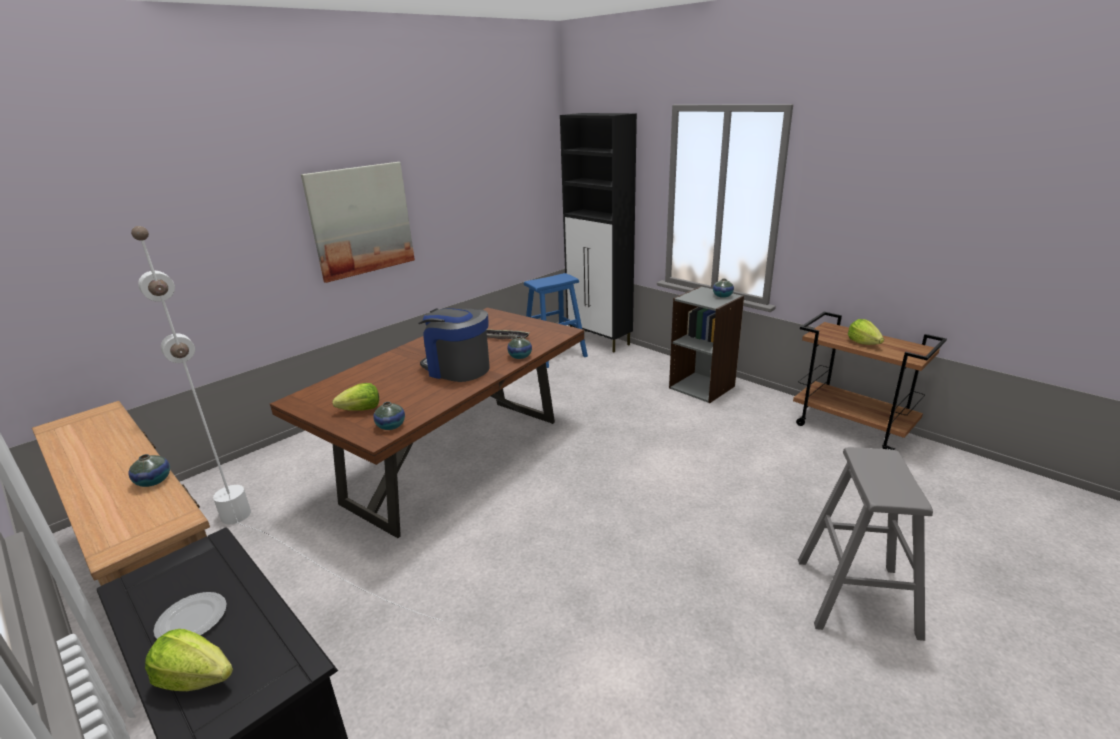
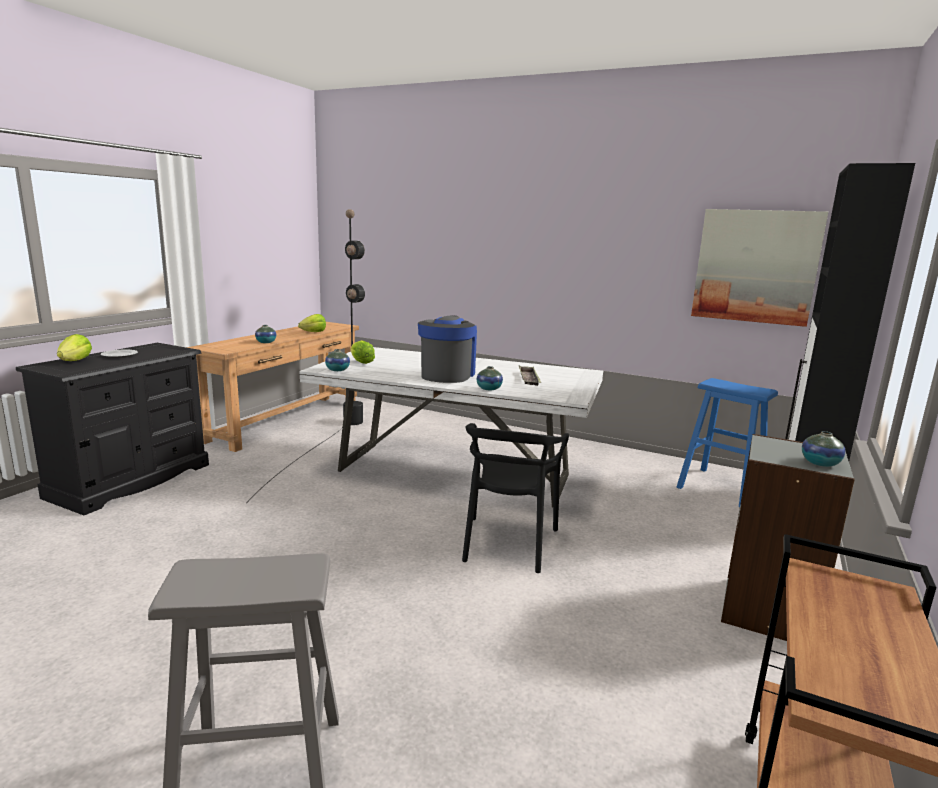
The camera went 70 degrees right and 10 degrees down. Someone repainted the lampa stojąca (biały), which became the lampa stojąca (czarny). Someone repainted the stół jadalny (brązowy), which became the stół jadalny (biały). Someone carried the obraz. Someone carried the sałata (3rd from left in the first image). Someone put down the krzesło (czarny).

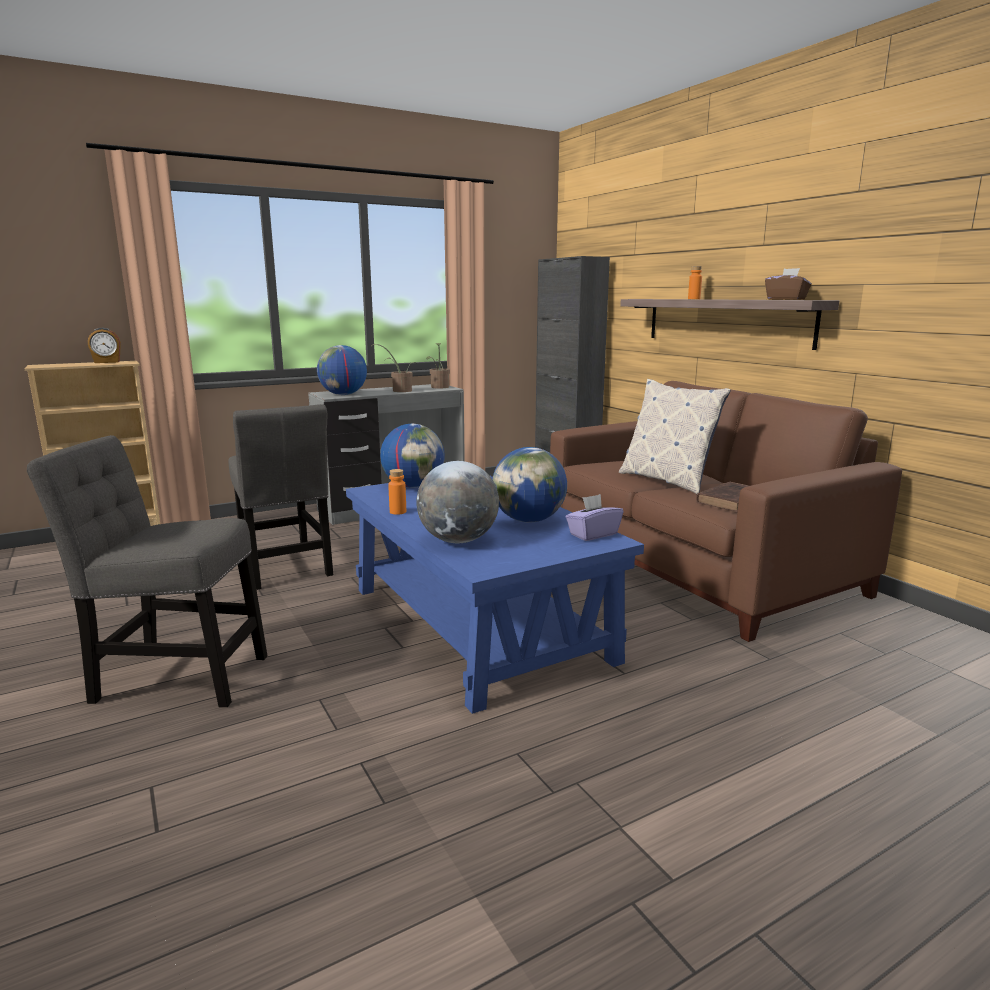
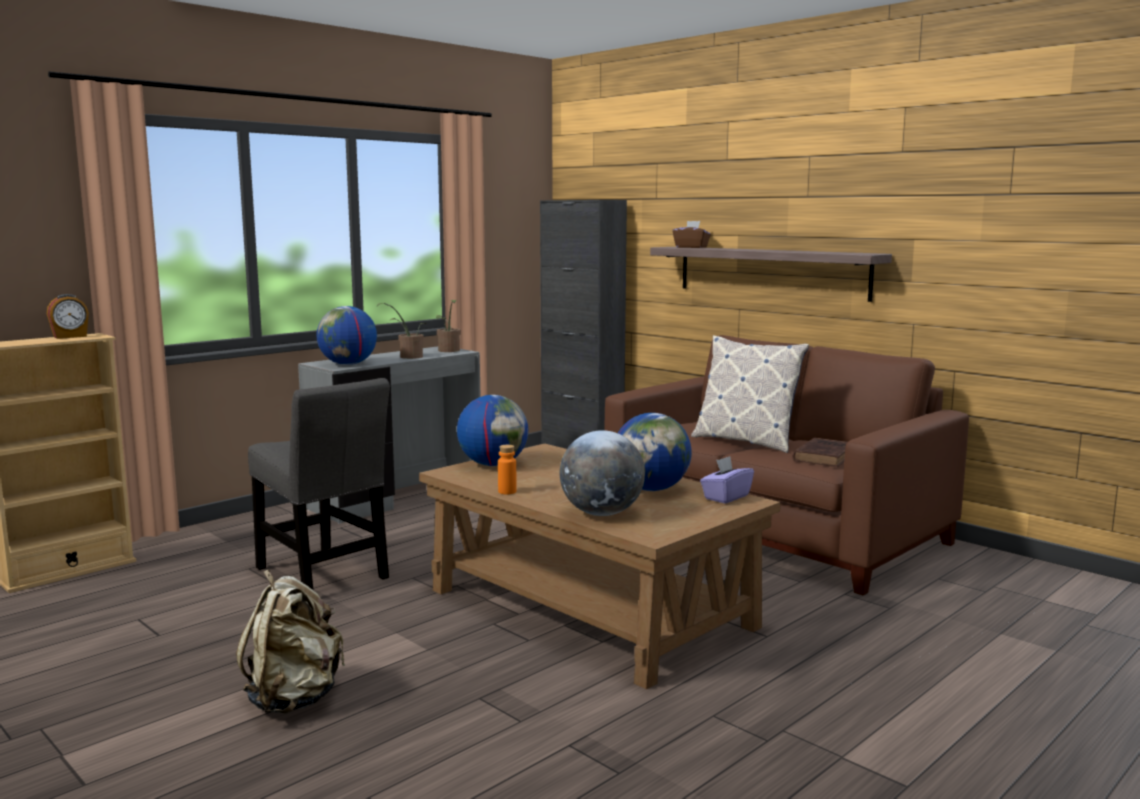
The camera went 15 degrees left and 5 degrees down. Someone swapped the krzesło (szary) (1st from left) for the plecak (beżowy). Someone repainted the ława (niebieski), which became the ława (brązowy). Someone took away the butelka (pomarańczowy) (2nd from left). Someone carried the pudełko chusteczek (brązowy).

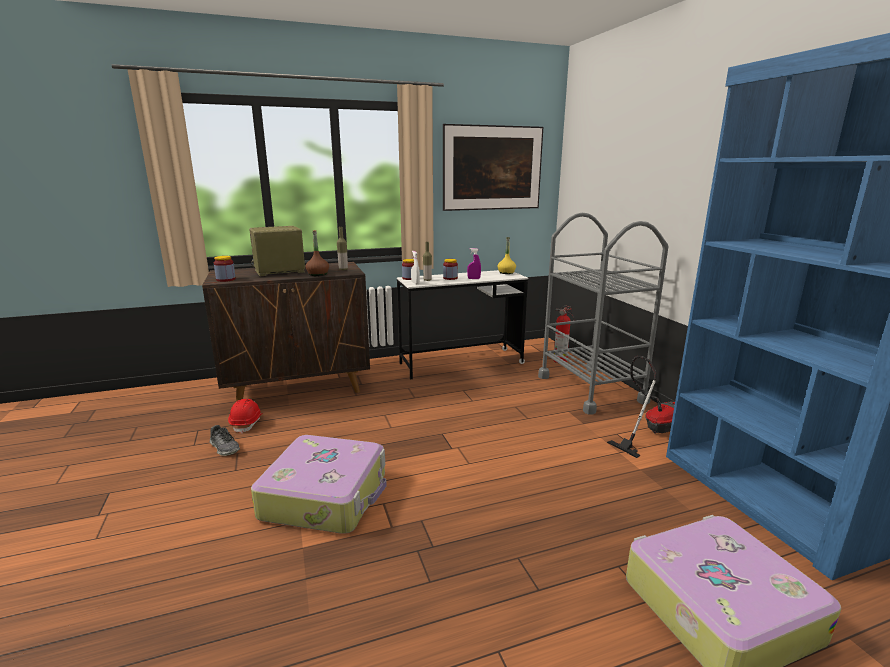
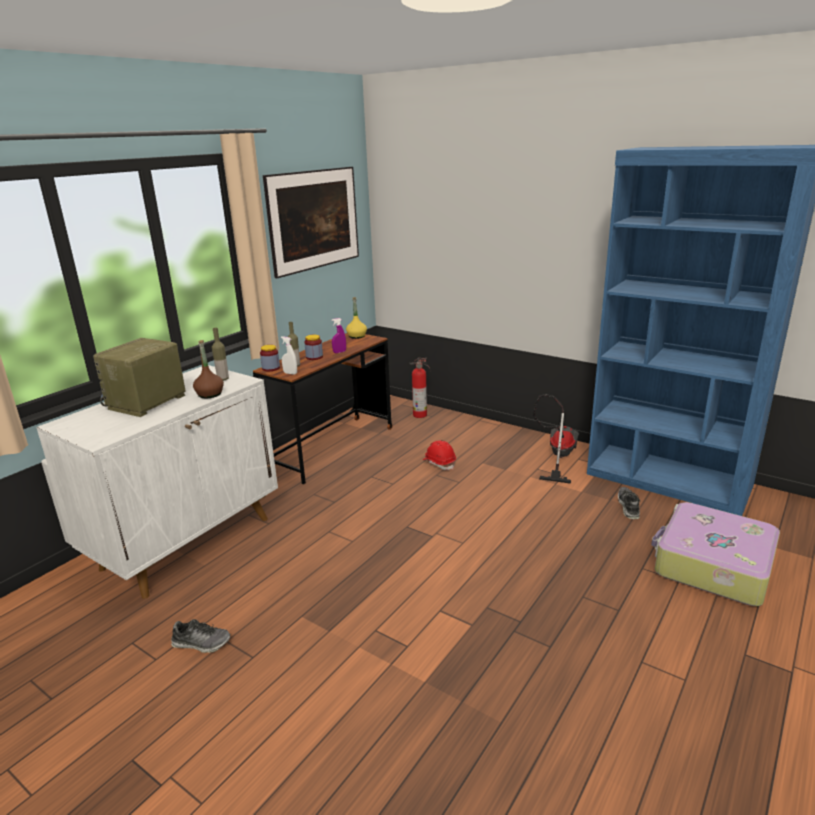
The camera went 35 degrees left and 5 degrees up. Someone repainted the szafka (brązowy), which became the szafka (biały). Someone took away the słoik (1st from left). Someone carried the kask (czerwony). Someone took away the walizka (1st from left). Someone repainted the biurko (biały), which became the biurko (brązowy). Someone took away the wózek (szary). Someone put down the but (2nd from left).

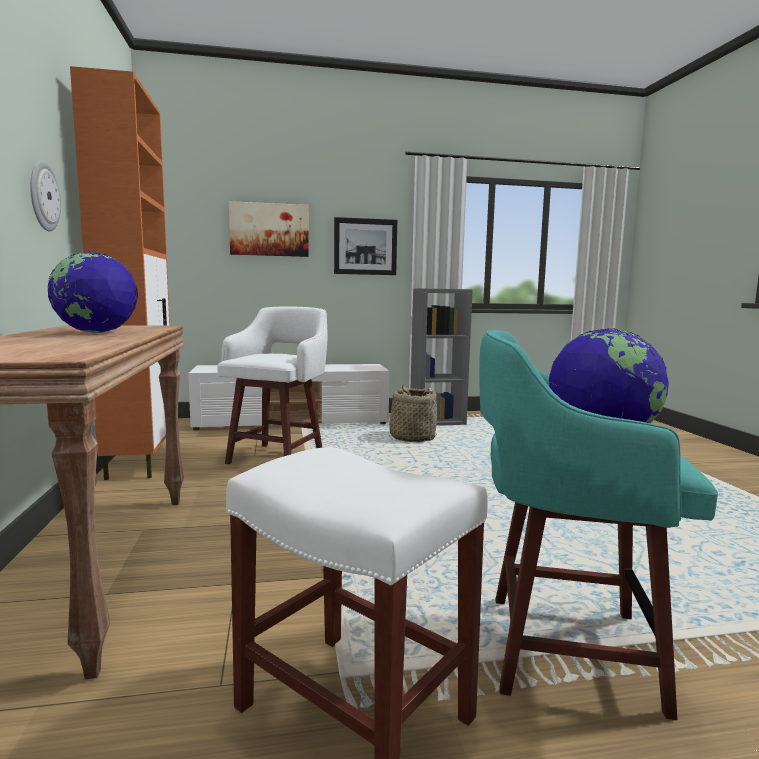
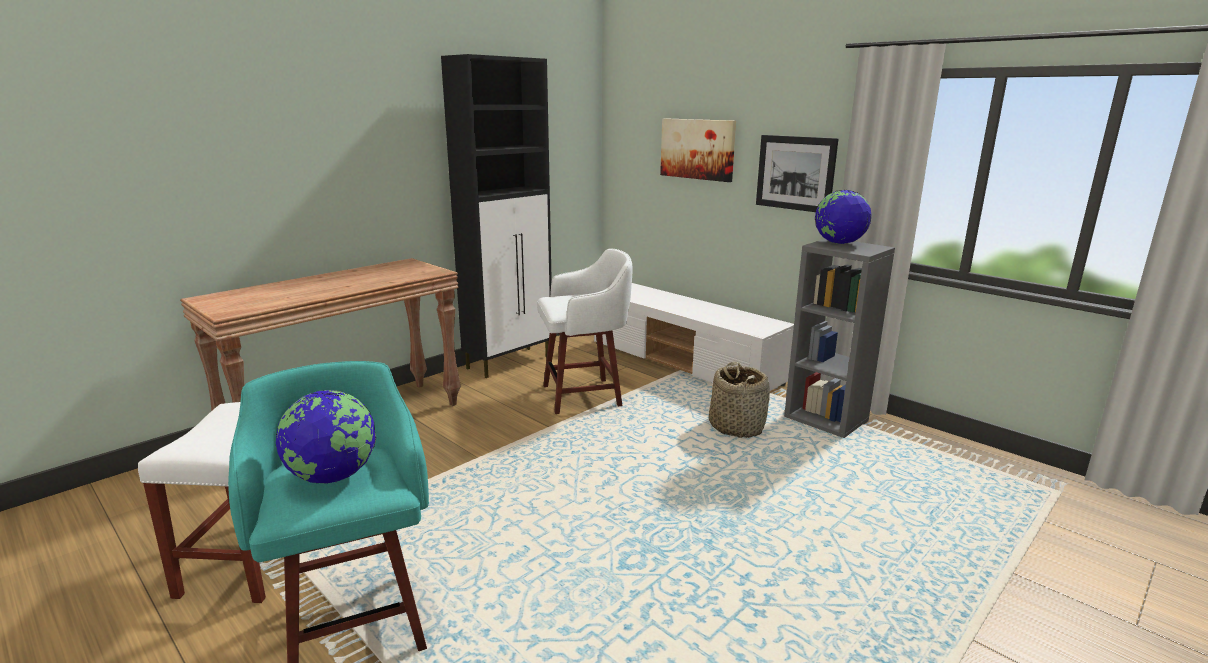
The camera went 55 degrees right and 10 degrees up. Someone took away the zegar ścienny. Someone carried the globus (1st from left in the first image). Someone repainted the szafka (pomarańczowy), which became the szafka (czarny).

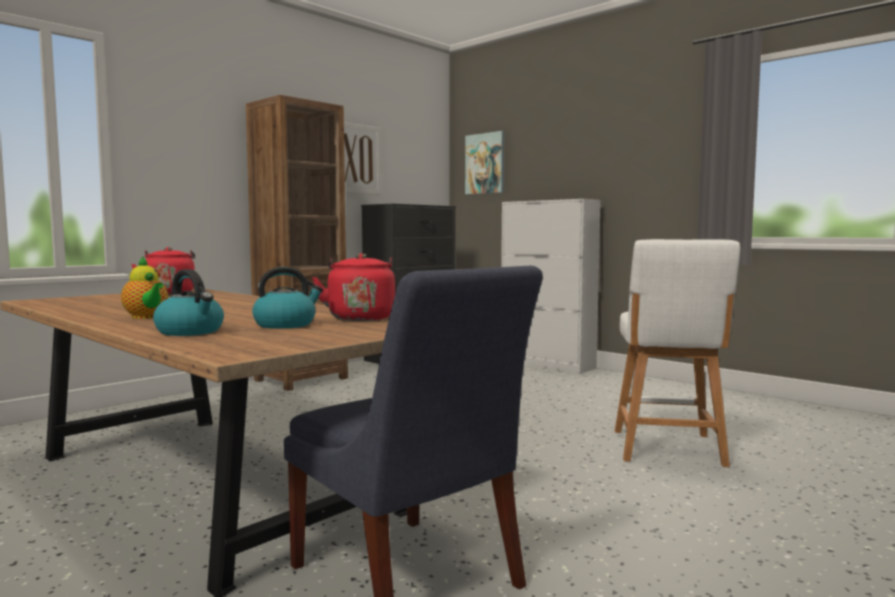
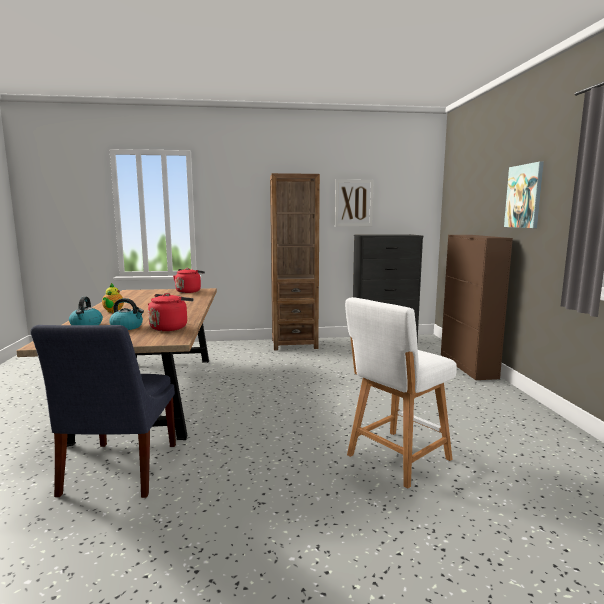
The camera went 40 degrees right and 5 degrees up. Someone carried the obraz (2nd from left). Someone repainted the szafka (biały), which became the szafka (brązowy).

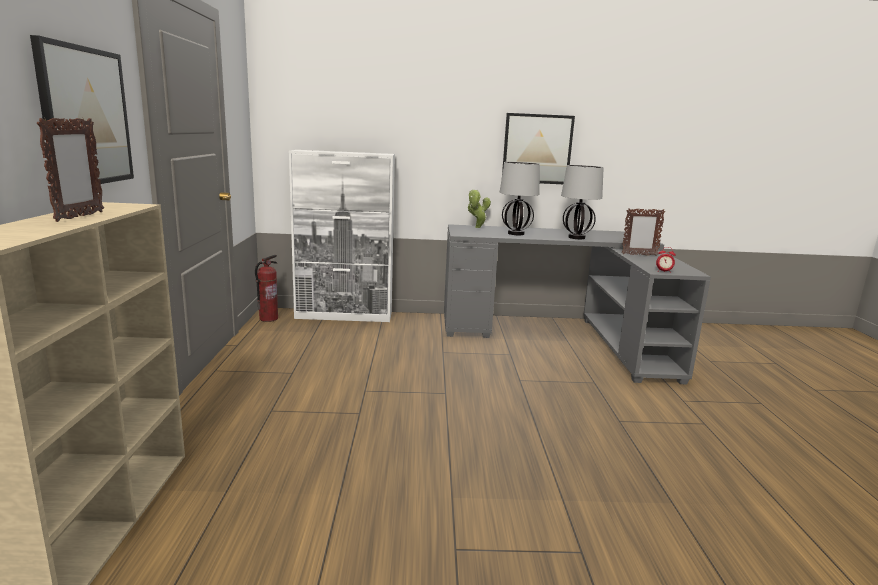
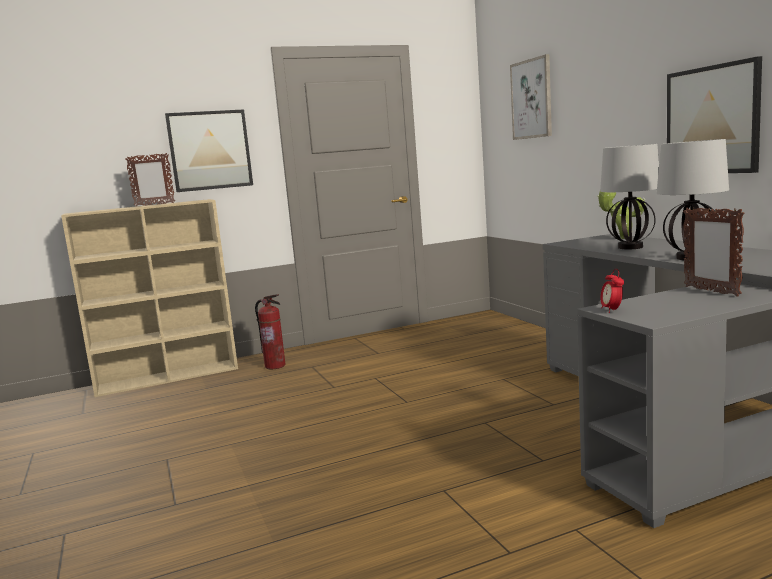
The camera went 70 degrees right and 5 degrees down. Someone carried the gaśnica. Someone took away the szafka (biały). Someone put up the obraz (2nd from left).

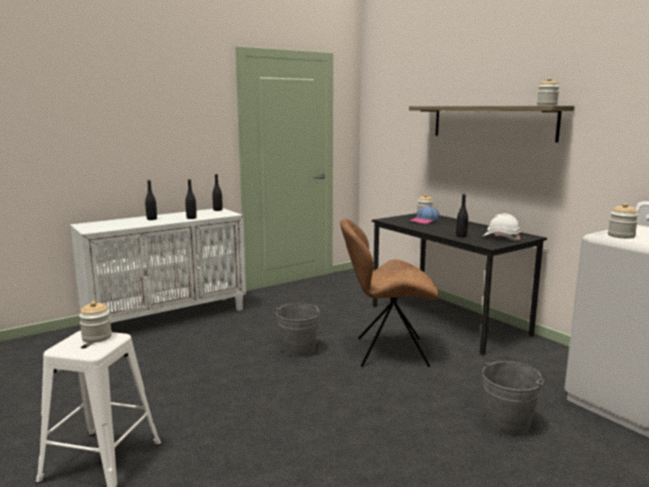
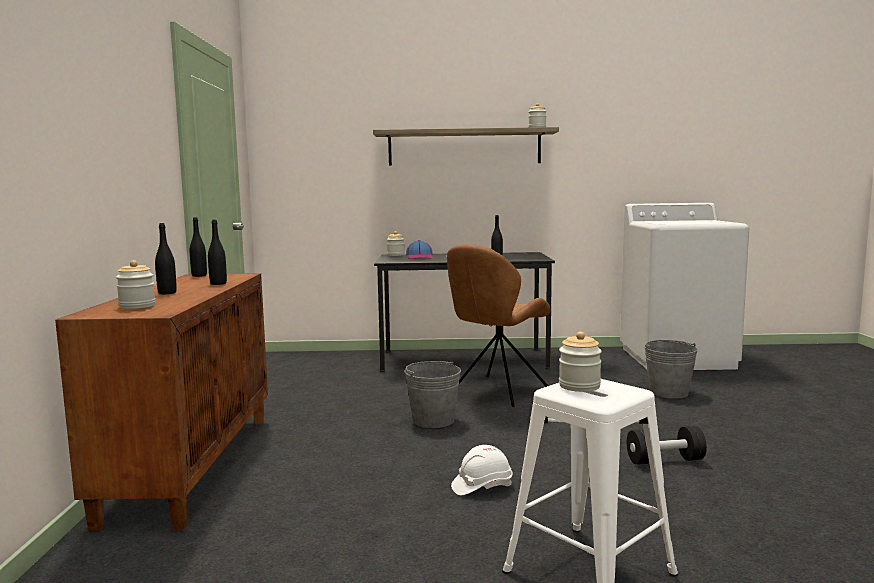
The camera went 55 degrees left and 5 degrees down. Someone repainted the szafka (biały), which became the szafka (brązowy). Someone carried the kask (biały). Someone carried the słoik (4th from left in the first image). Someone put down the hantel (czarny).

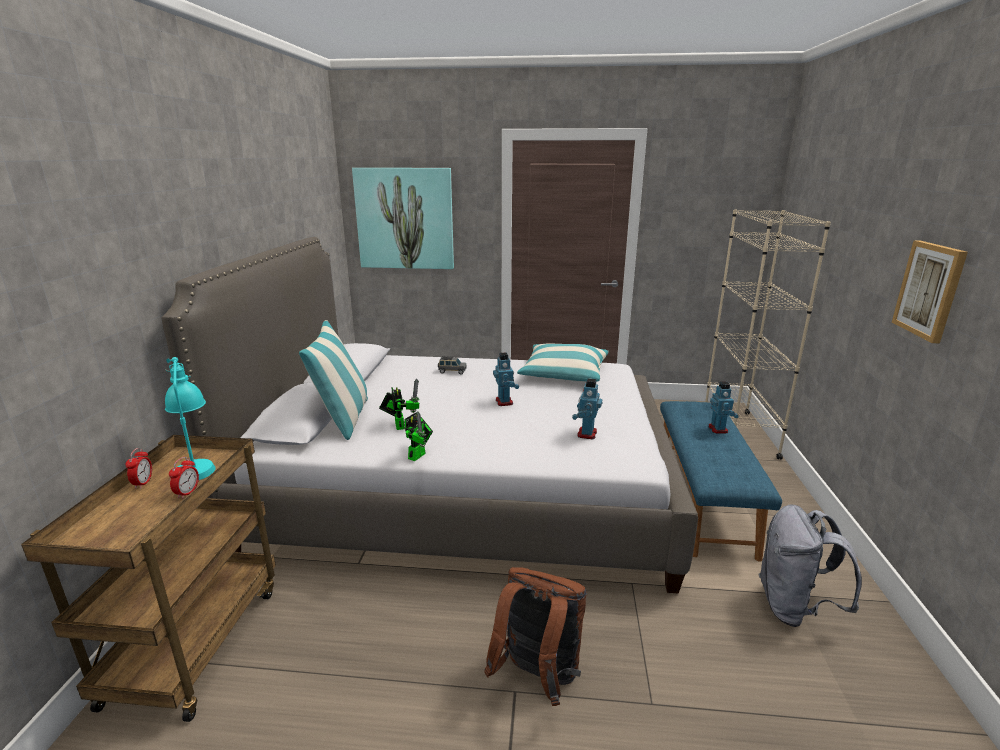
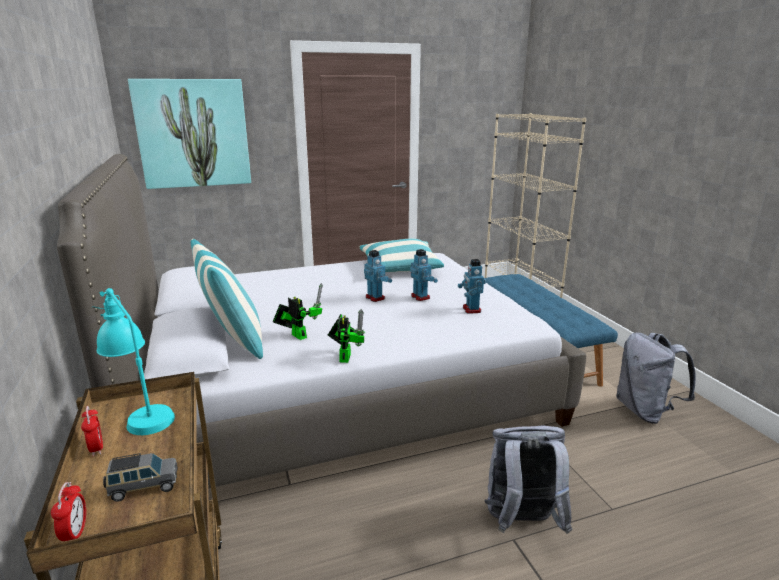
The camera went 25 degrees left and 0 degrees up. Someone carried the budzik (2nd from left in the first image). Someone carried the samochodzik (szary). Someone repainted the plecak (brązowy), which became the plecak (szary) (1st from left). Someone carried the robot zabawkowy (5th from left in the first image). Someone took away the obraz (2nd from left).

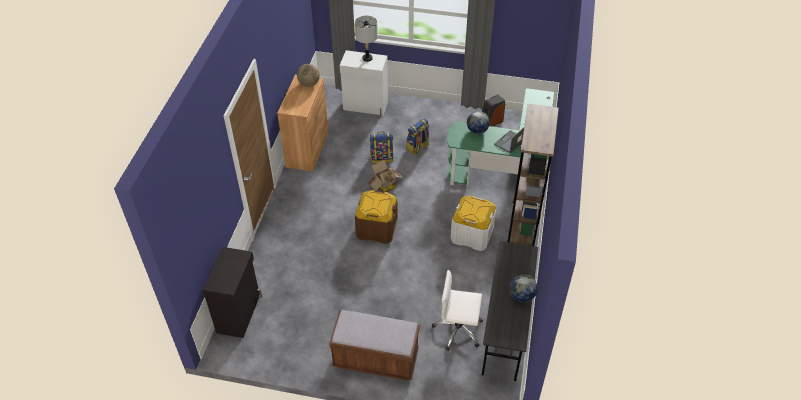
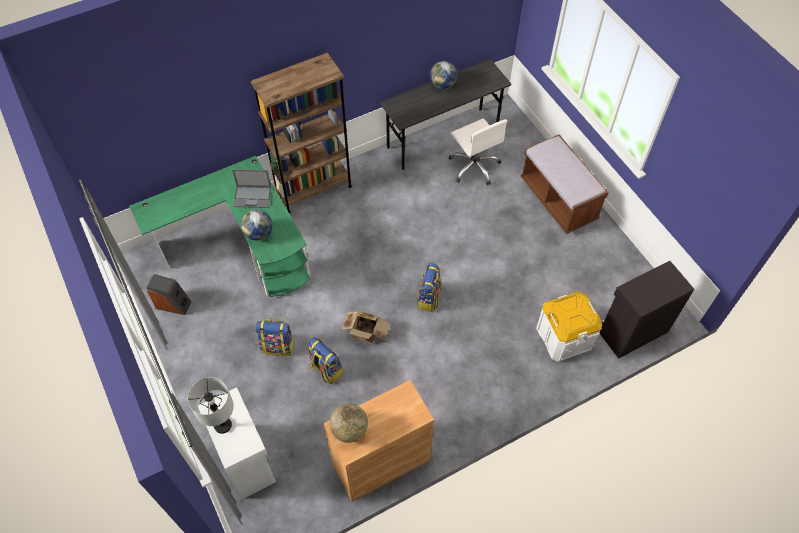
The camera went 130 degrees left and 10 degrees up. Someone swapped the pojemnik do przechowywania (brązowy) for the plecak (3rd from left). Someone carried the pojemnik do przechowywania (biały).

